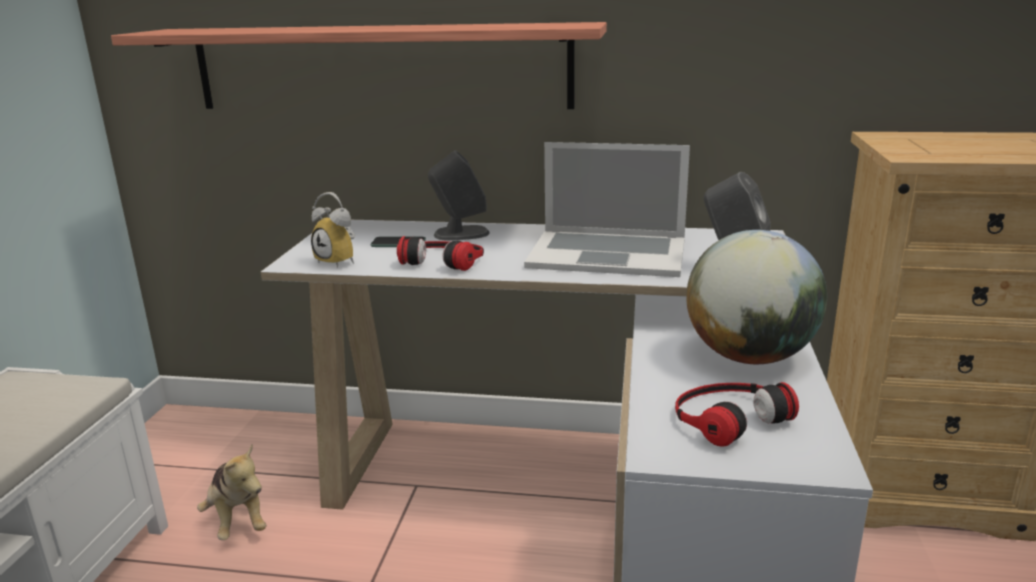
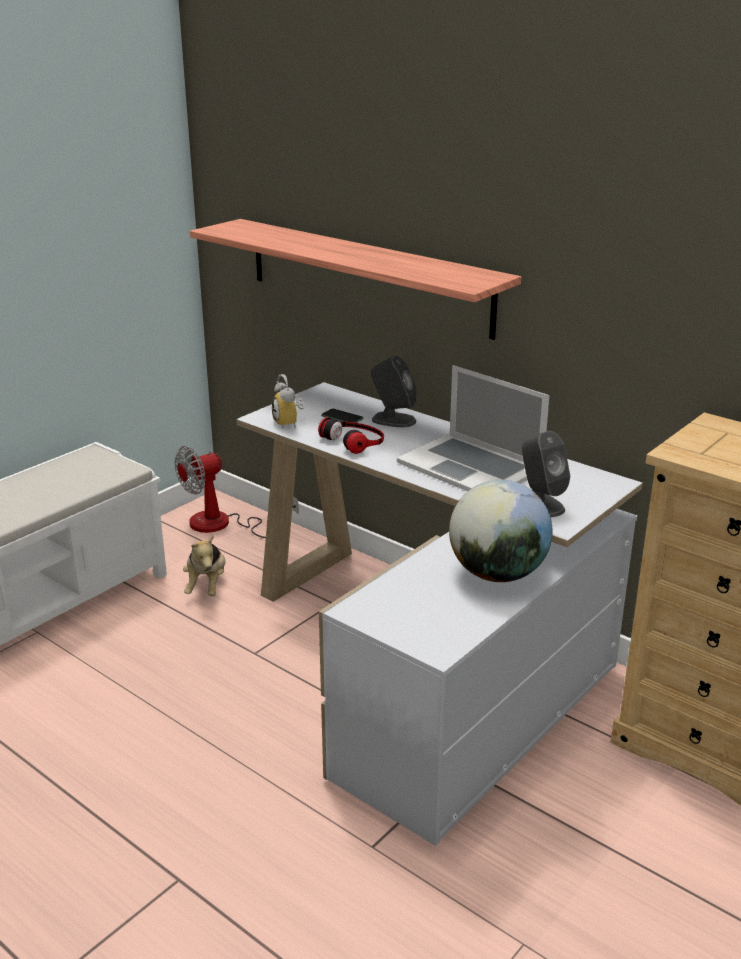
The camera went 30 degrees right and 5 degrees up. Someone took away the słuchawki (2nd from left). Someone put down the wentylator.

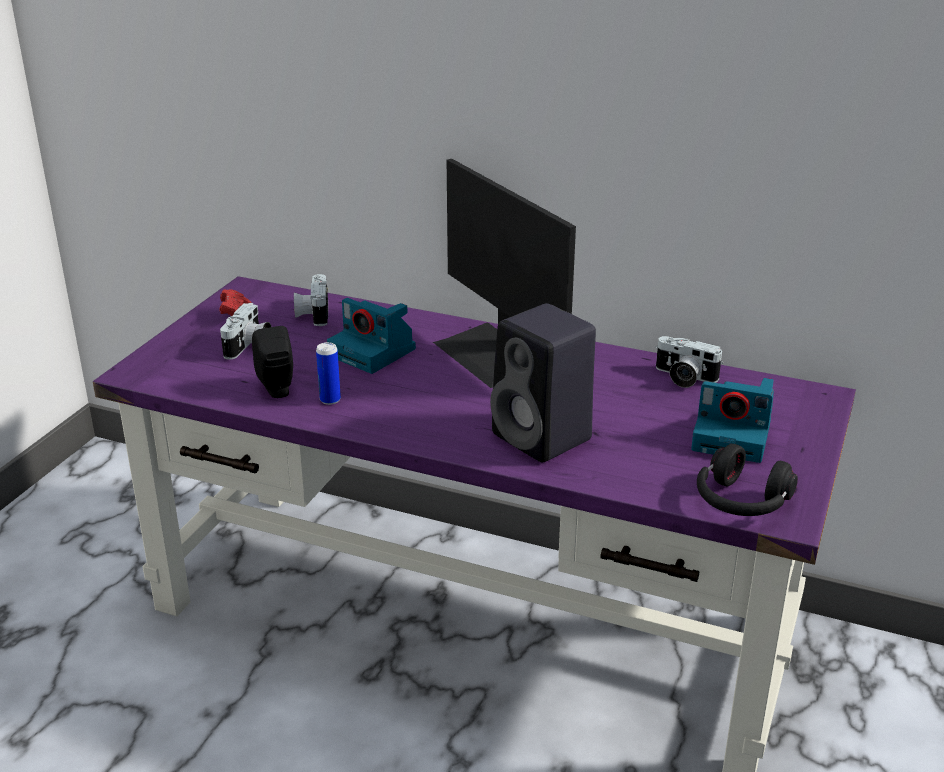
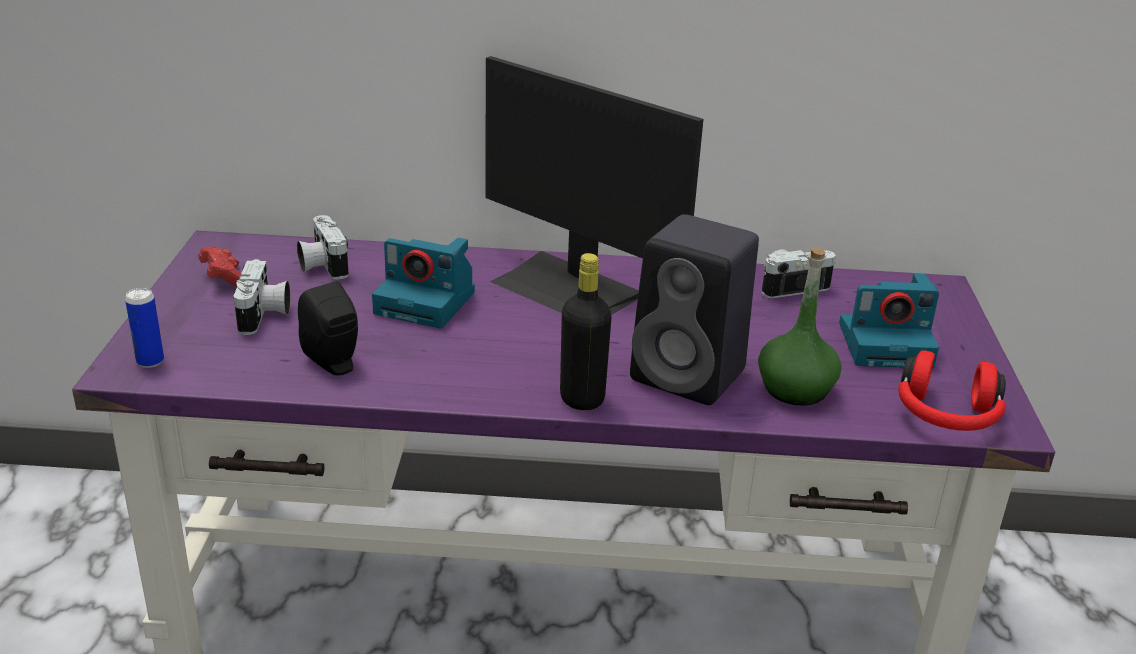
The camera went 20 degrees left and 0 degrees up. Someone carried the puszka. Someone rotated the aparat fotograficzny (4th from left) by 150 degrees clockwise. Someone repainted the słuchawki (czarny), which became the słuchawki (czerwony). Someone put down the butelka (czarny). Someone put down the butelka (zielony).

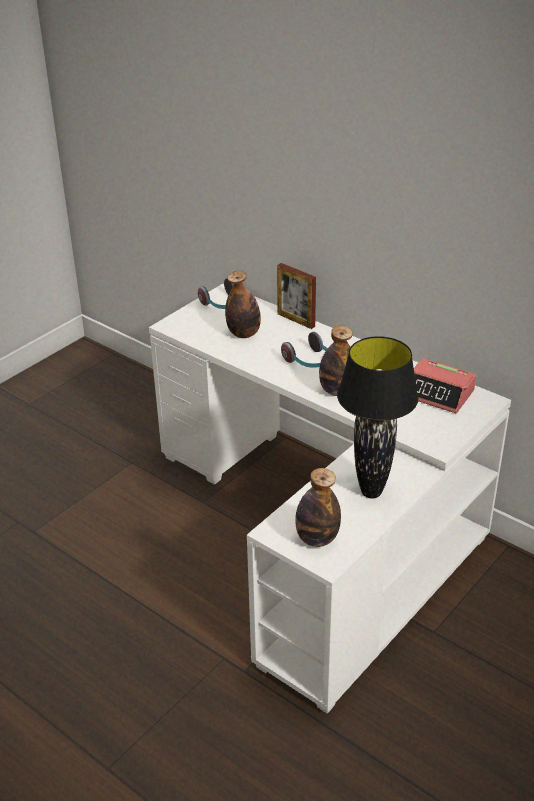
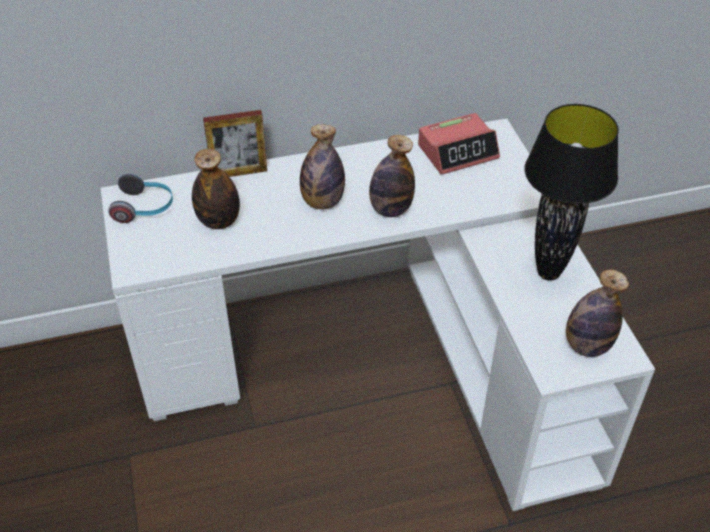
The camera went 55 degrees left and 10 degrees up. Someone swapped the słuchawki (2nd from left) for the butelka (2nd from left).

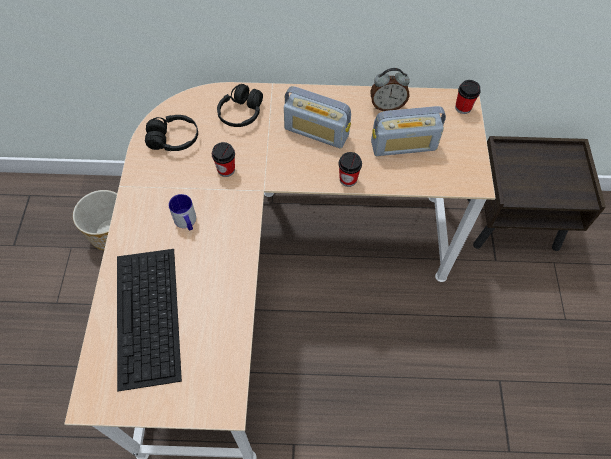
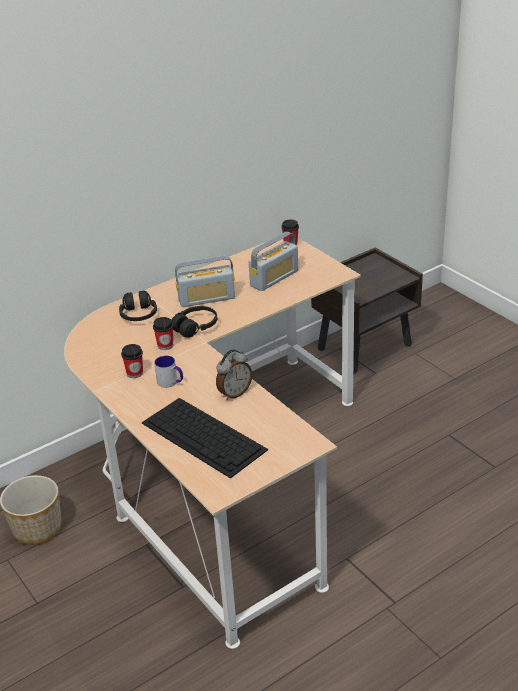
The camera went 35 degrees left and 25 degrees down. Someone carried the słuchawki (czarny) (1st from left in the first image). Someone carried the filiżanka (2nd from left in the first image). Someone carried the budzik.

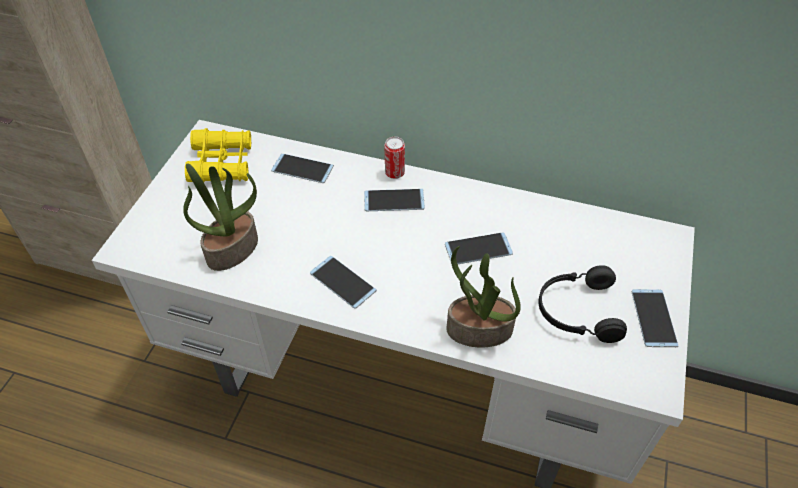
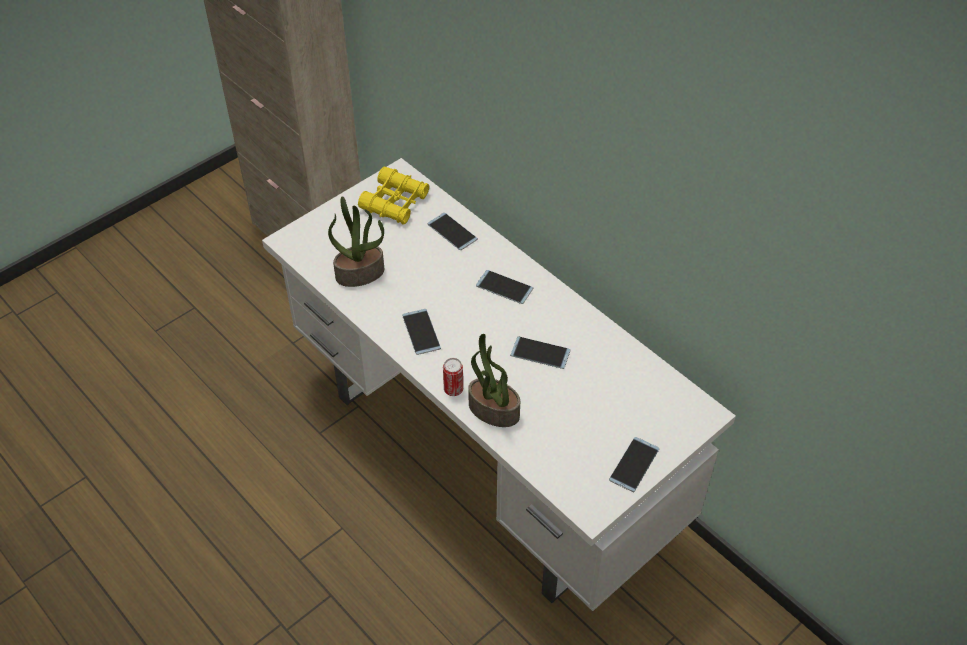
The camera went 30 degrees right and 0 degrees up. Someone carried the puszka. Someone took away the słuchawki (czarny).

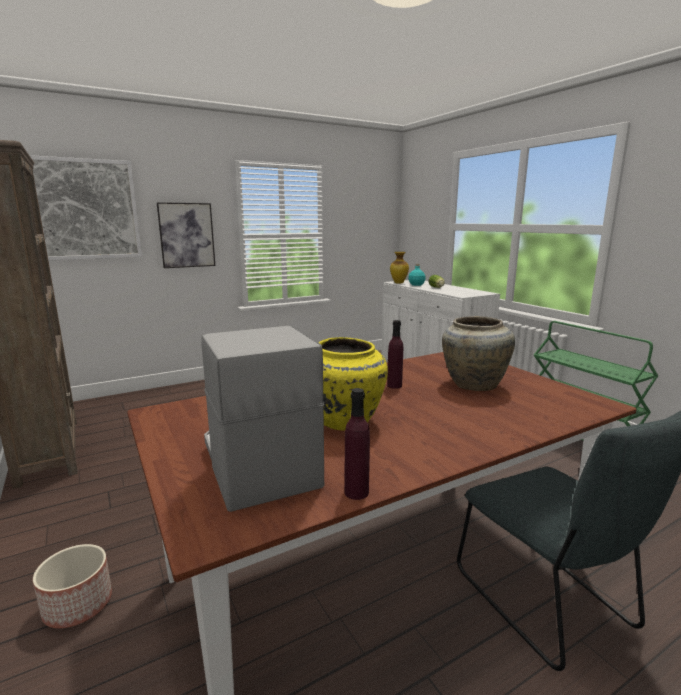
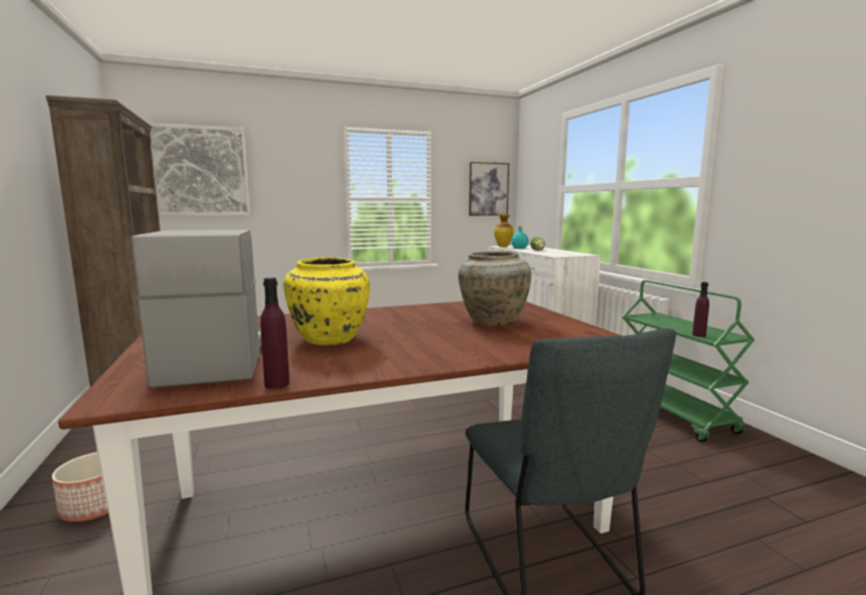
The camera went 10 degrees right and 5 degrees down. Someone carried the obraz (2nd from left). Someone carried the butelka (fioletowy) (2nd from left).

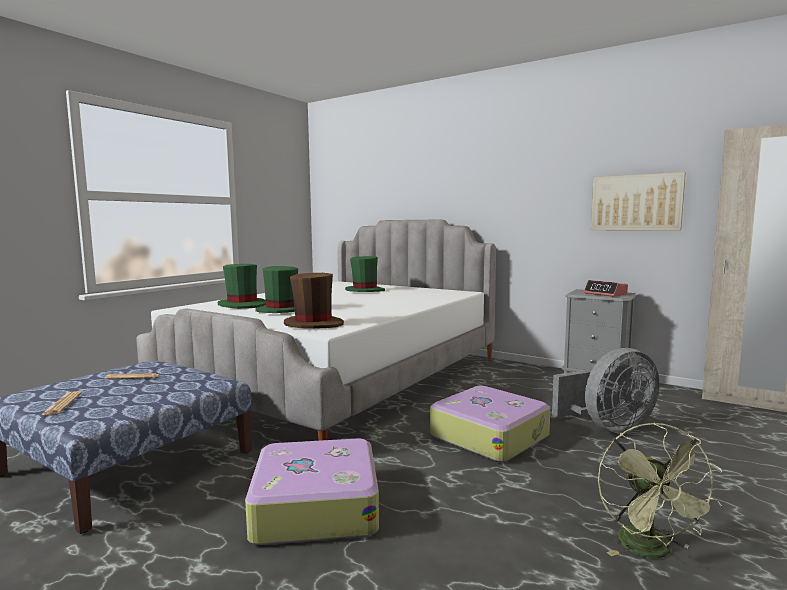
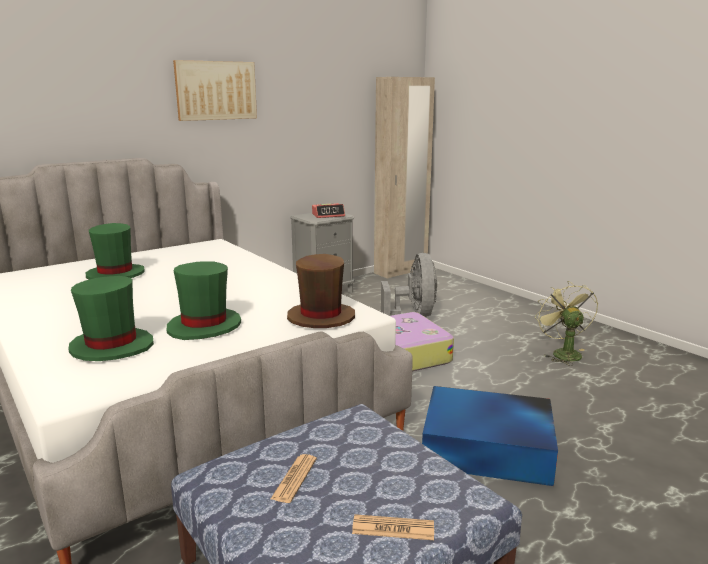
The camera went 70 degrees left and 10 degrees up. Someone swapped the walizka (1st from left) for the pojemnik do przechowywania (niebieski). Someone carried the obraz. Someone rotated the wentylator (zielony) by 120 degrees counterclockwise.

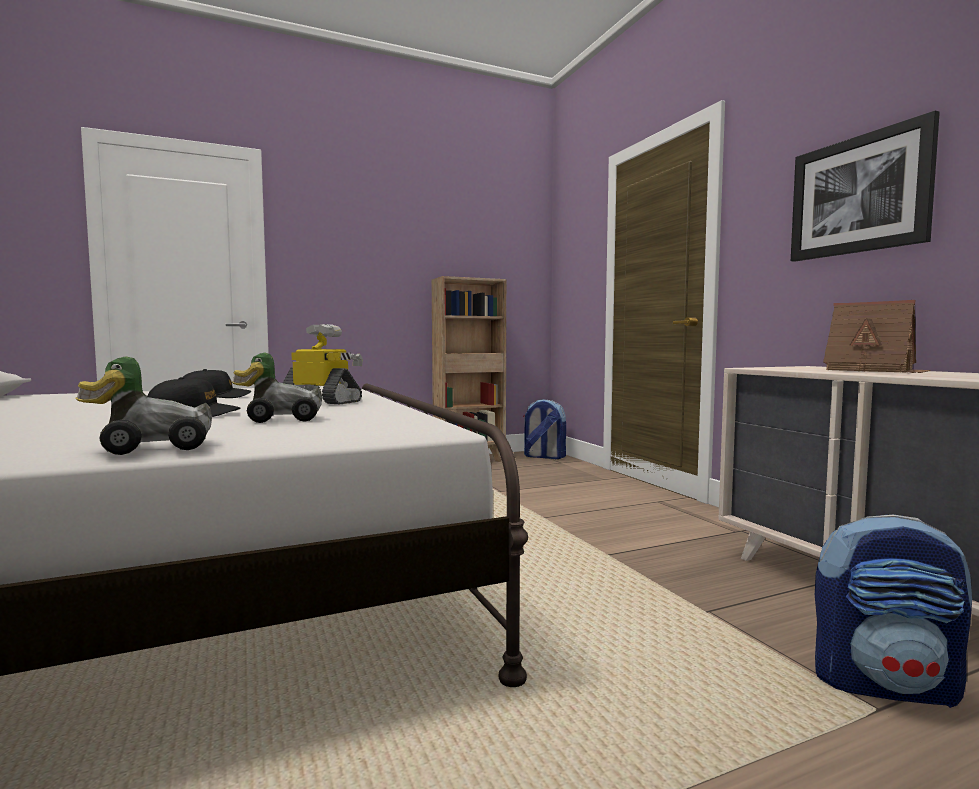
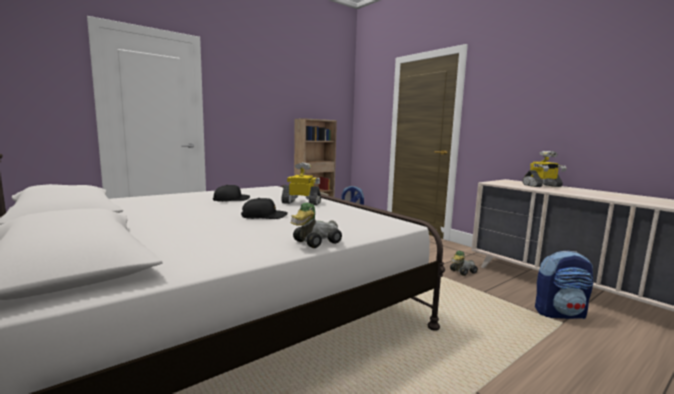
The camera went 15 degrees left and 5 degrees up. Someone carried the samochodzik (2nd from left). Someone took away the obraz. Someone swapped the domek for the robot zabawkowy (2nd from left).

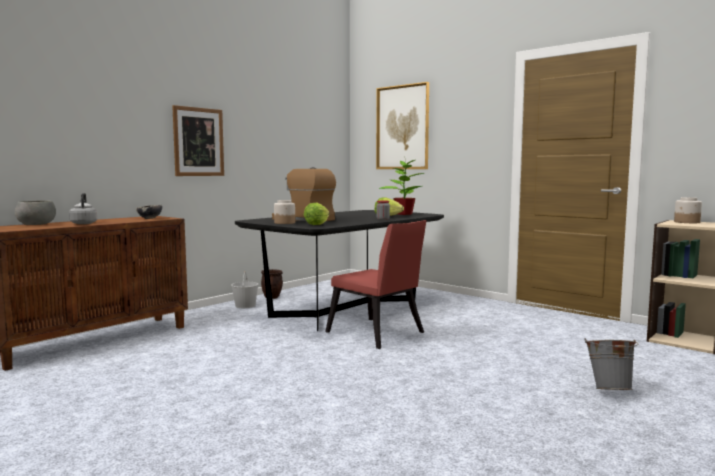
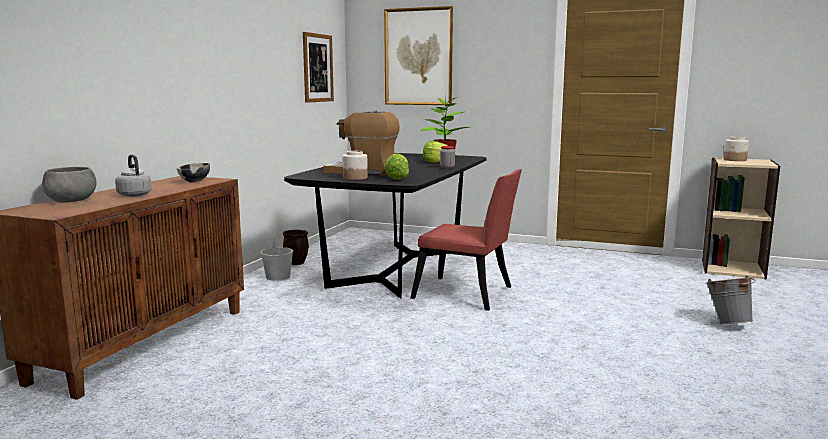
The camera went 20 degrees left and 5 degrees up. Someone carried the obraz (1st from left).

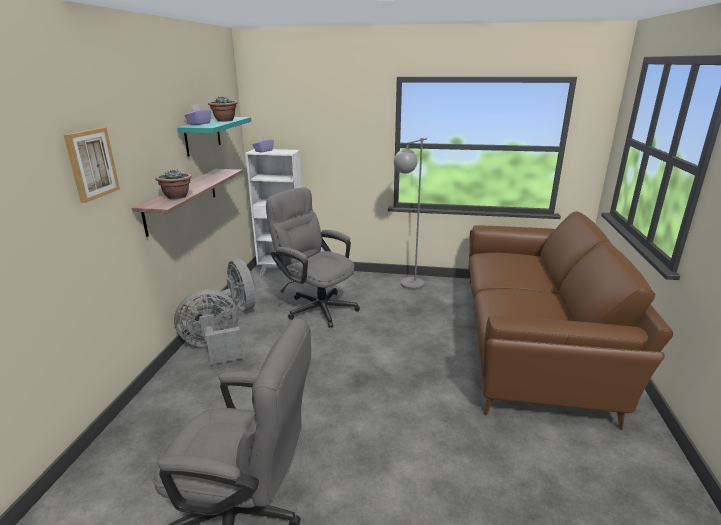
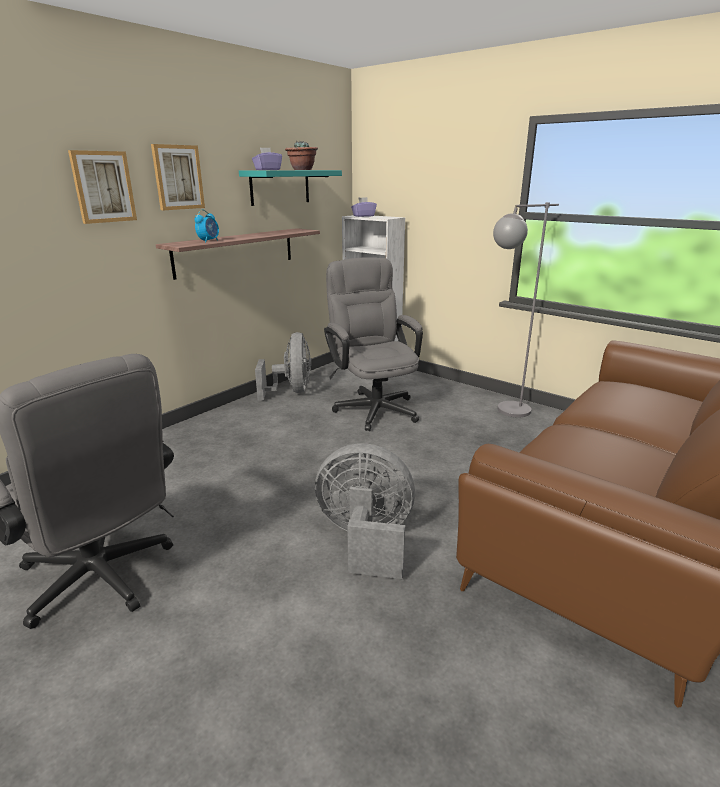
The camera went 30 degrees right and 0 degrees up. Someone swapped the roślina doniczkowa (1st from left) for the budzik. Someone carried the wentylator (szary) (1st from left in the first image). Someone put up the obraz (2nd from left).

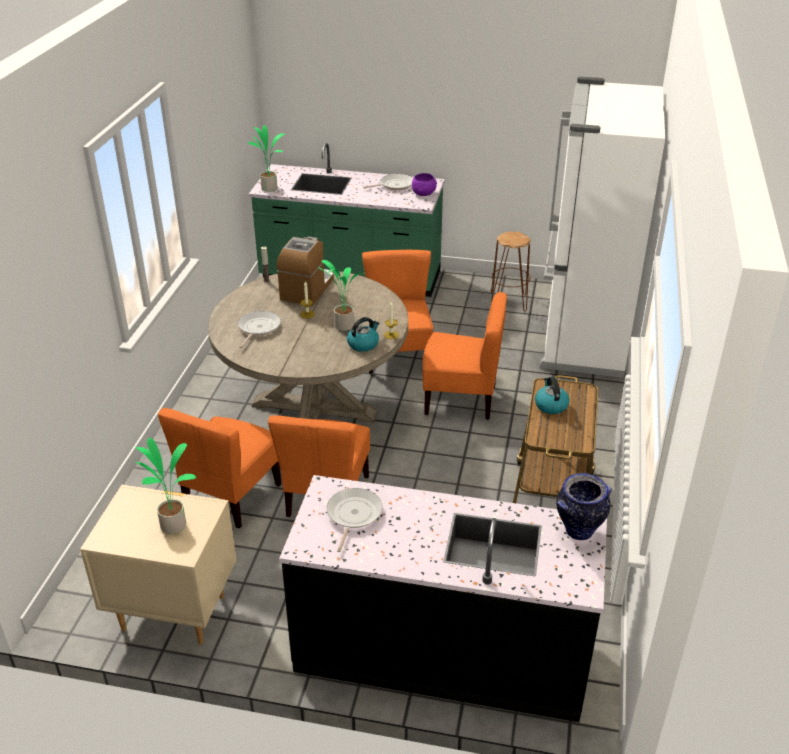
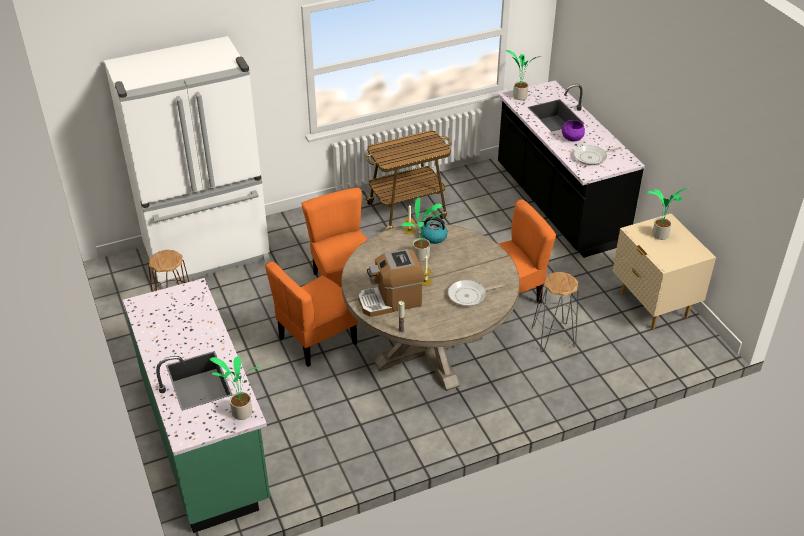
The camera went 125 degrees left and 5 degrees up. Someone swapped the krzesło (pomarańczowy) (1st from left) for the stołek (szary). Someone took away the patelnia (3rd from left). Someone carried the miska (fioletowy). Someone took away the czajnik (2nd from left). Someone swapped the wazon for the roślina doniczkowa (3rd from left).

